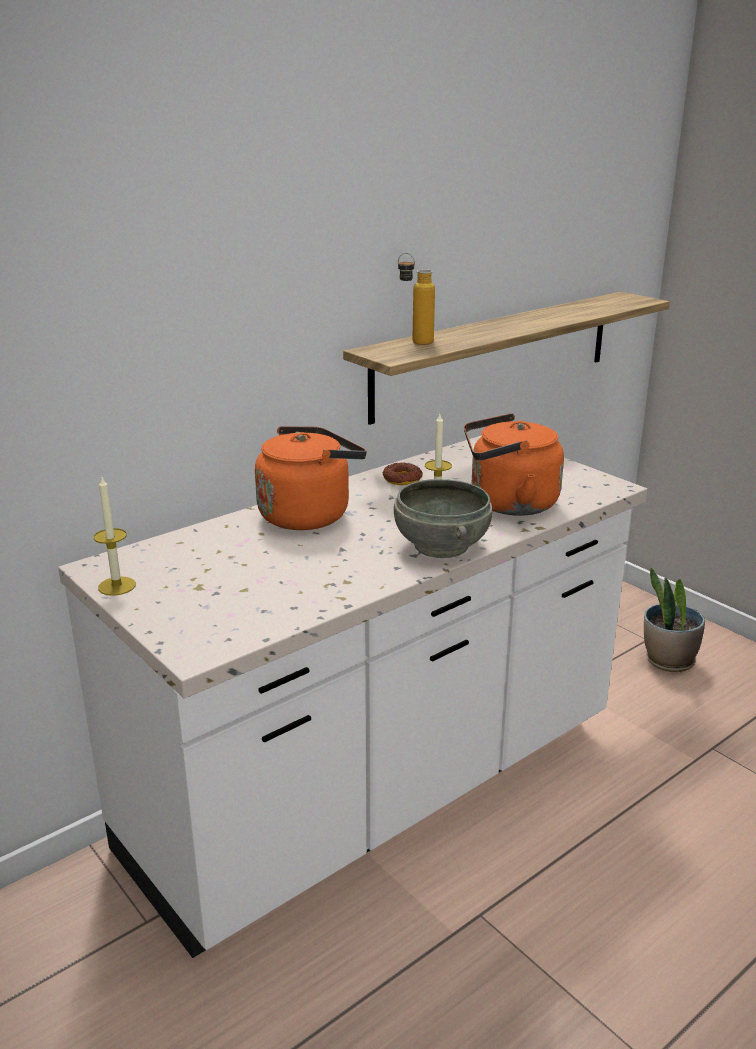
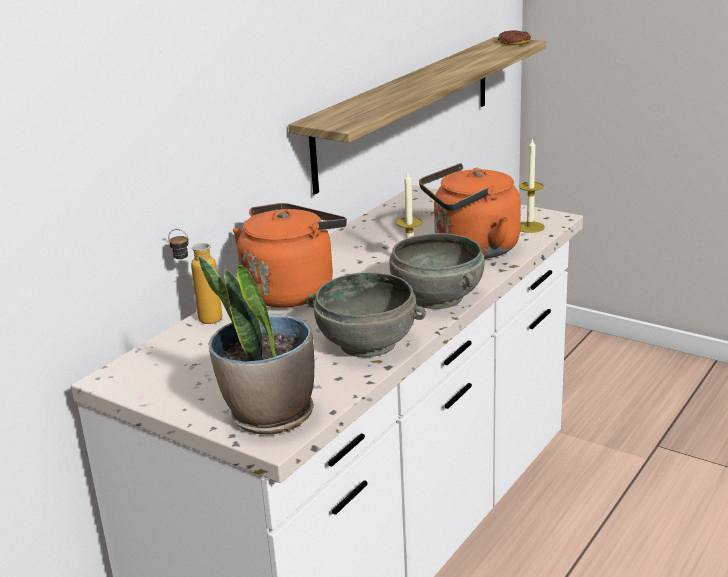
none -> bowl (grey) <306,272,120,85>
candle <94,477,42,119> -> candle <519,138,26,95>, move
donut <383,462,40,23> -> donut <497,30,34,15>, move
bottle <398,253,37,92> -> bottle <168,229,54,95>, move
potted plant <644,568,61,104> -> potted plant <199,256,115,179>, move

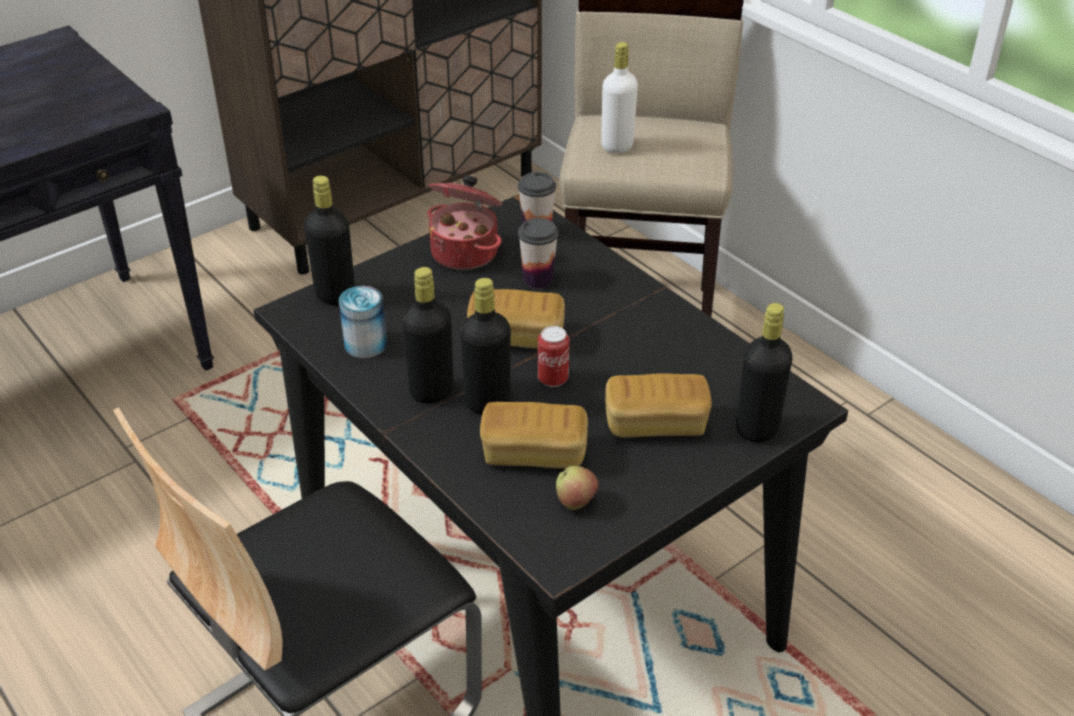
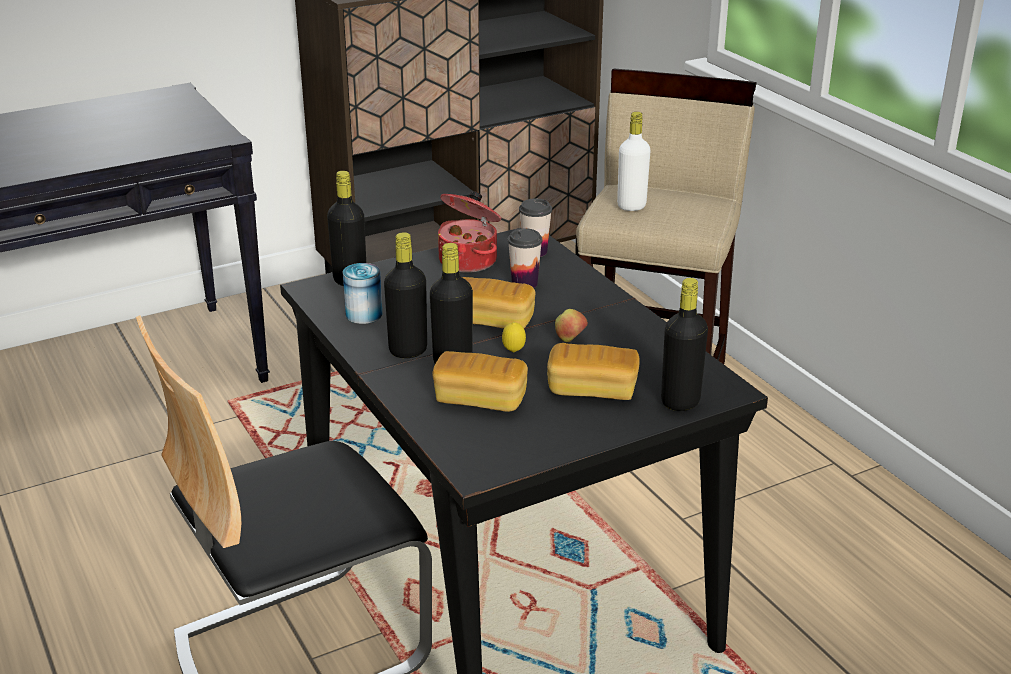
apple <556,466,42,44> -> apple <555,309,33,33>, move
can <538,326,31,61> -> lemon <502,322,24,30>

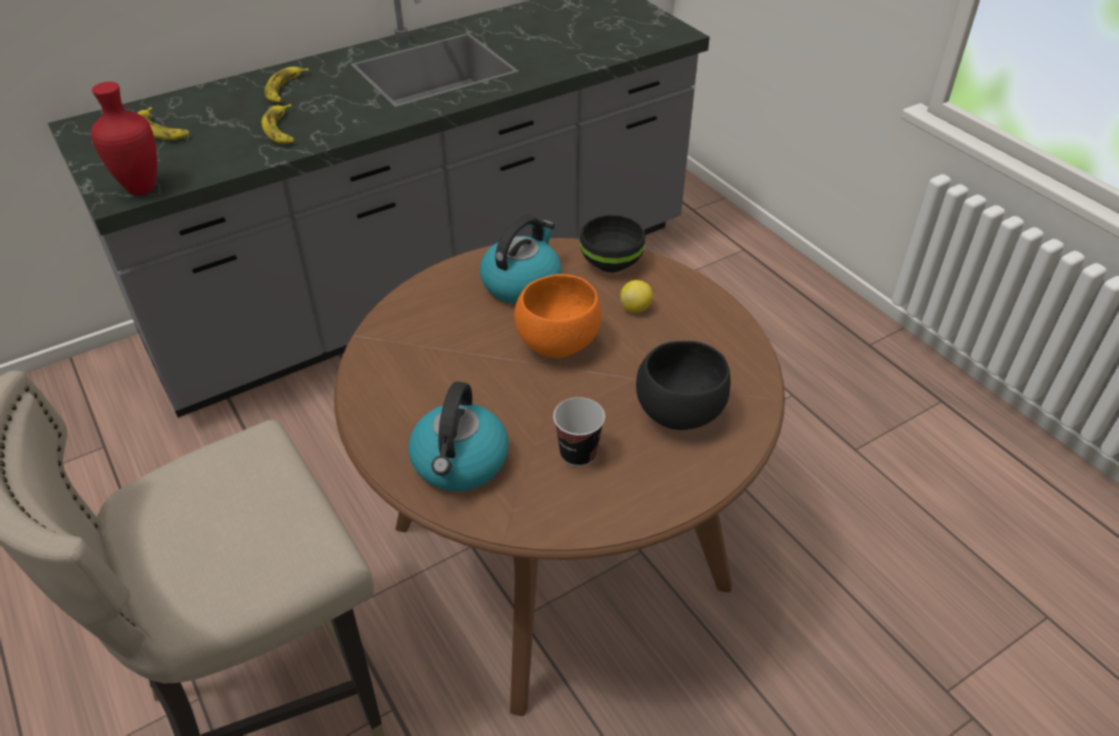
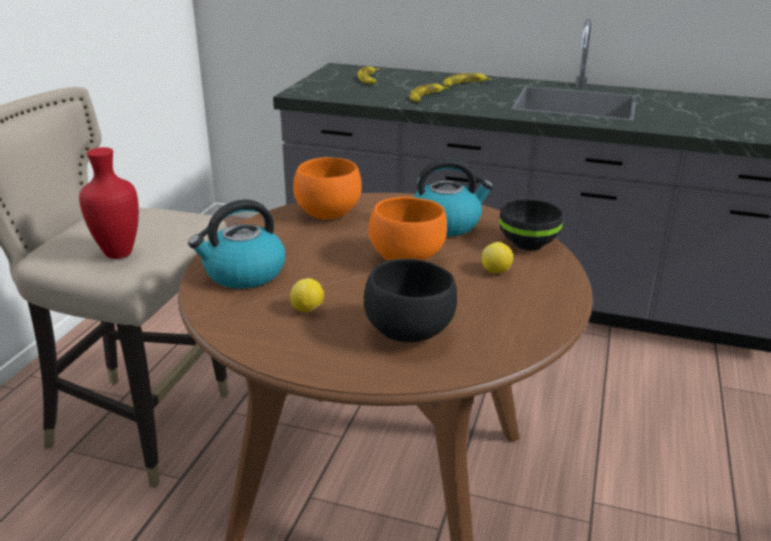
none -> bowl (orange) <293,157,69,63>
vase (red) <91,82,66,114> -> vase (red) <79,147,60,112>, move
cup <553,397,52,70> -> lemon <290,278,34,34>

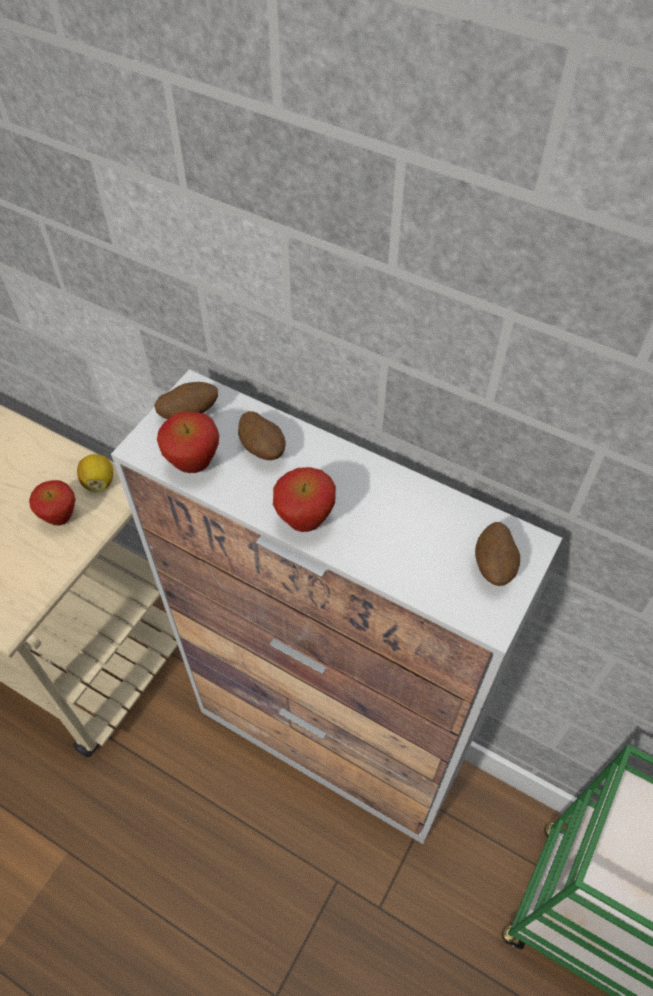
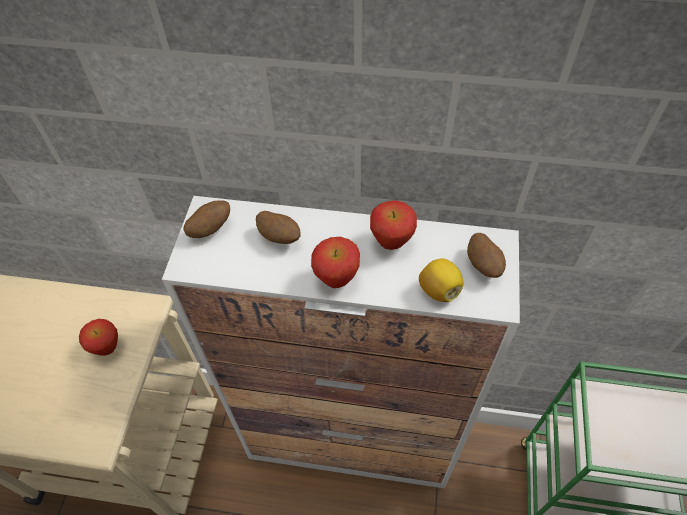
lemon <77,454,36,38> -> lemon <419,258,44,44>, move
apple <157,412,62,61> -> apple <370,200,47,50>, move

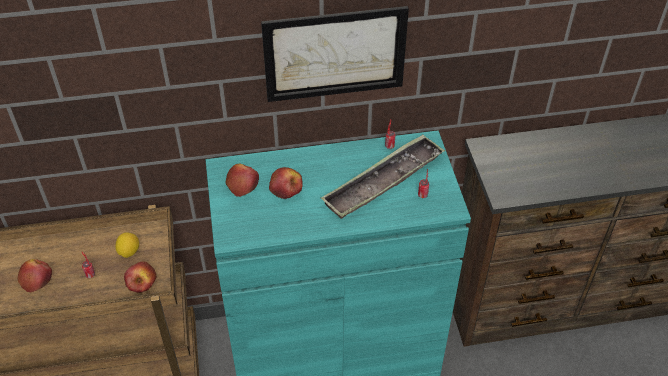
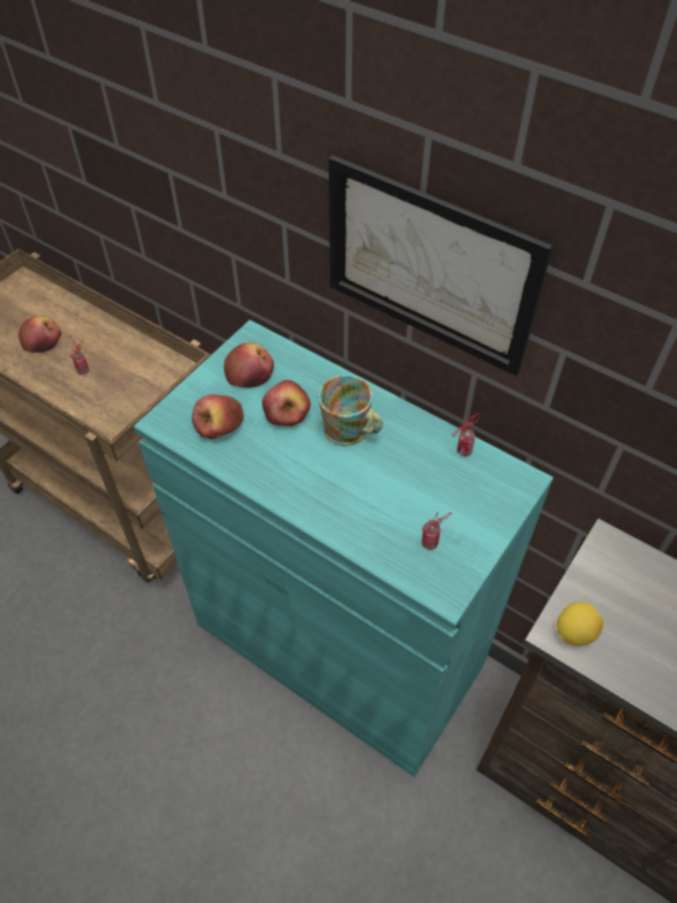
tray <320,134,125,85> -> none
none -> mug <318,375,65,71>
lemon <115,232,24,26> -> lemon <557,602,46,44>, move
apple <124,262,33,31> -> apple <192,394,52,45>, move

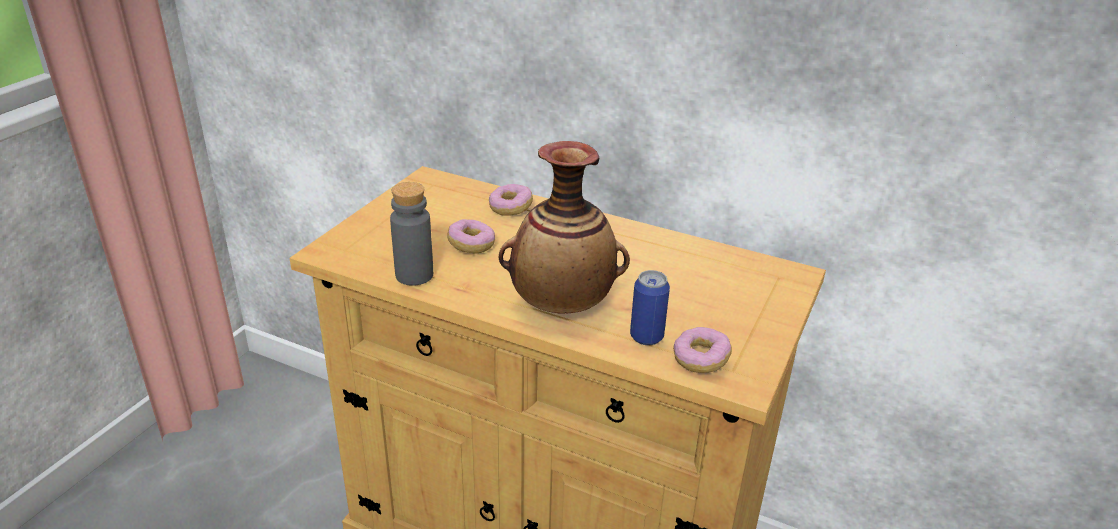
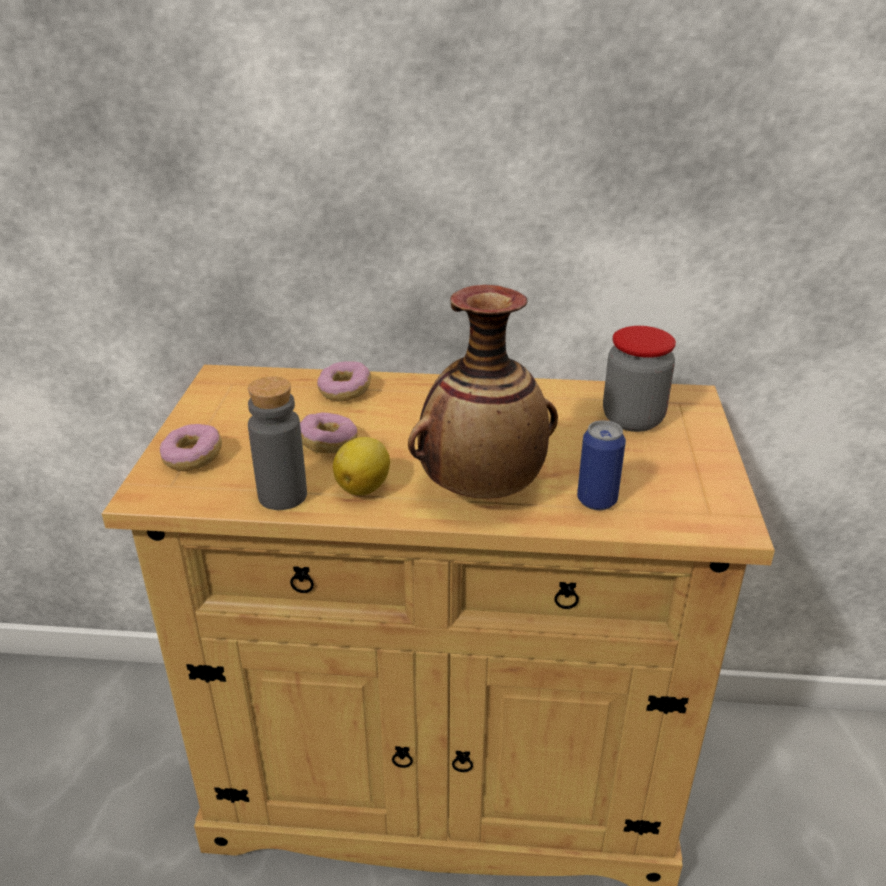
none -> lemon <333,437,57,59>
none -> jar <603,326,73,106>
donut <673,327,59,46> -> donut <160,424,62,47>, move

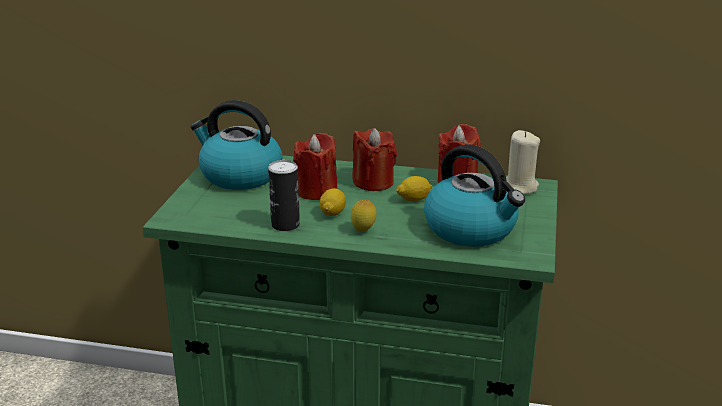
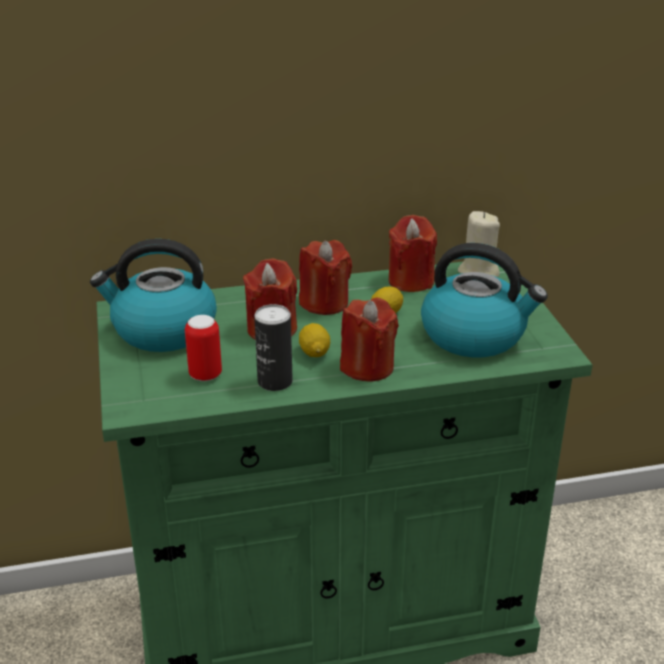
none -> can <185,315,37,66>
lemon <351,199,26,33> -> candle (red) <340,297,59,85>

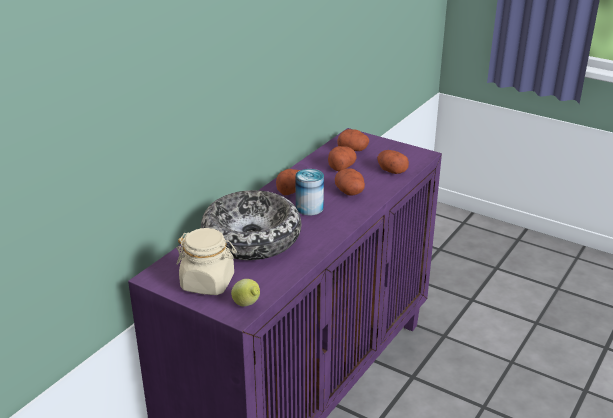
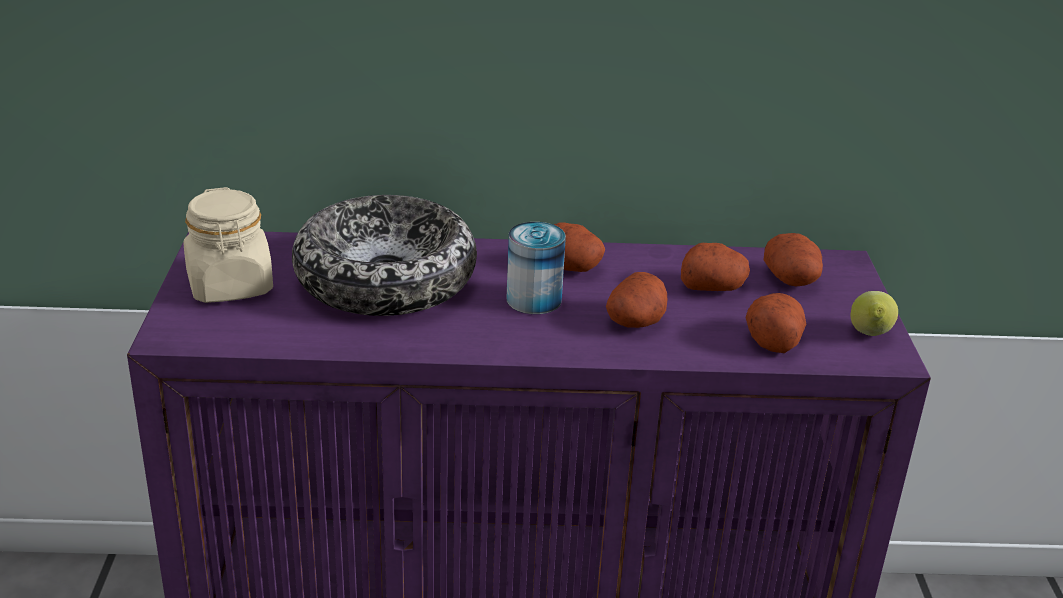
lemon <231,279,29,28> -> lemon <851,291,47,45>, move

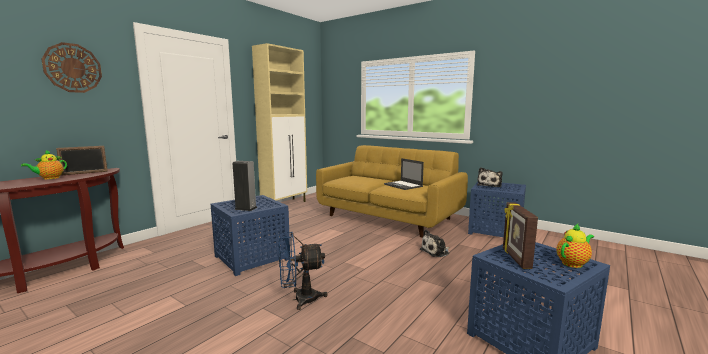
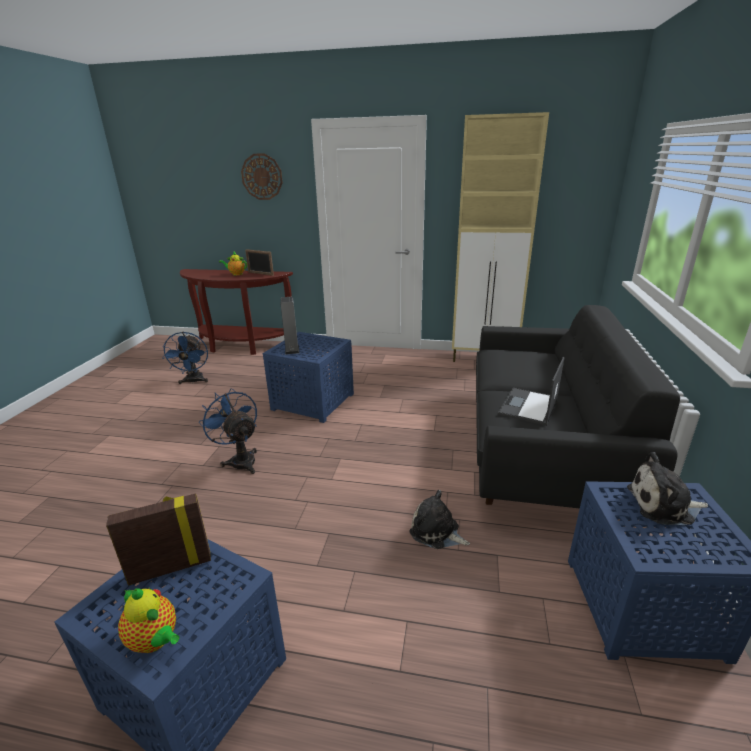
none -> fan (blue) <162,332,46,52>
sofa (yellow) <316,145,152,93> -> sofa (black) <476,305,204,216>

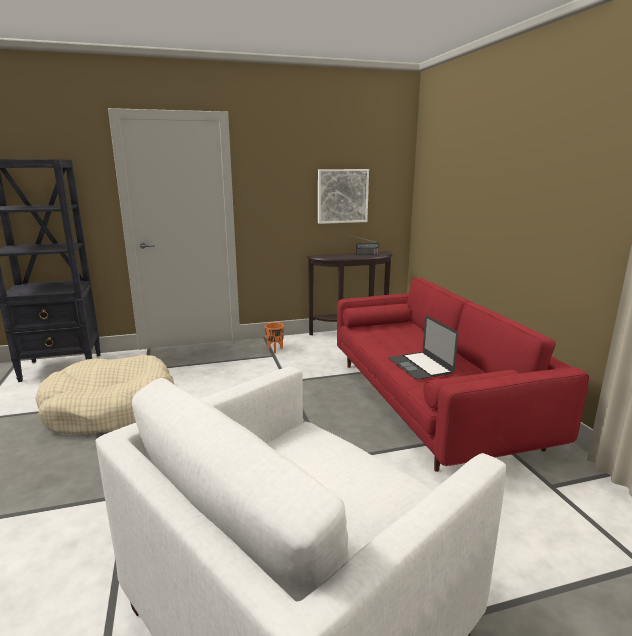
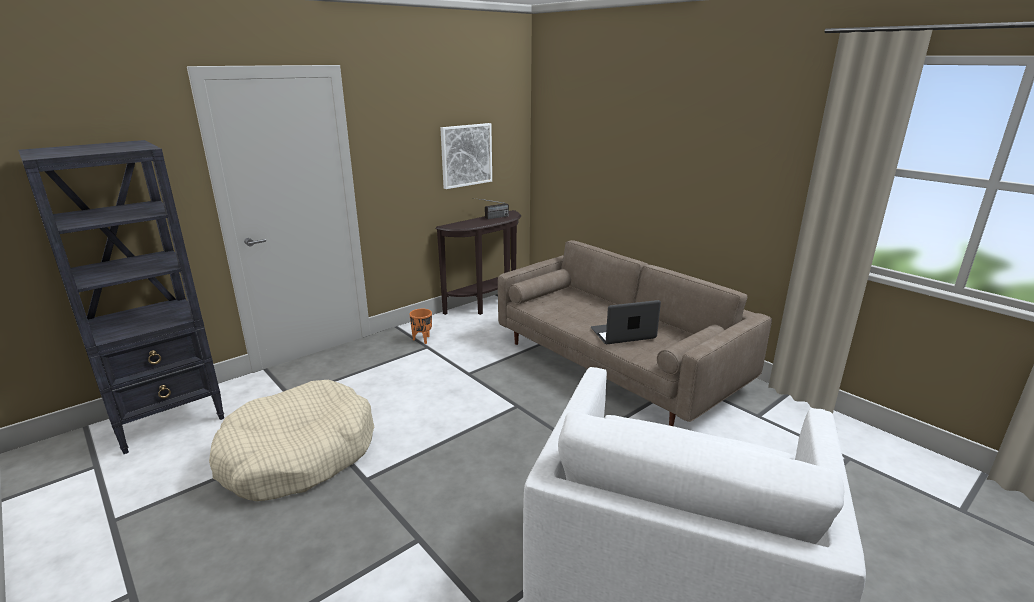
sofa (red) <337,277,252,195> -> sofa (beige) <498,240,274,186>
laptop <388,315,70,65> -> laptop <591,300,70,44>, 120 degrees clockwise

